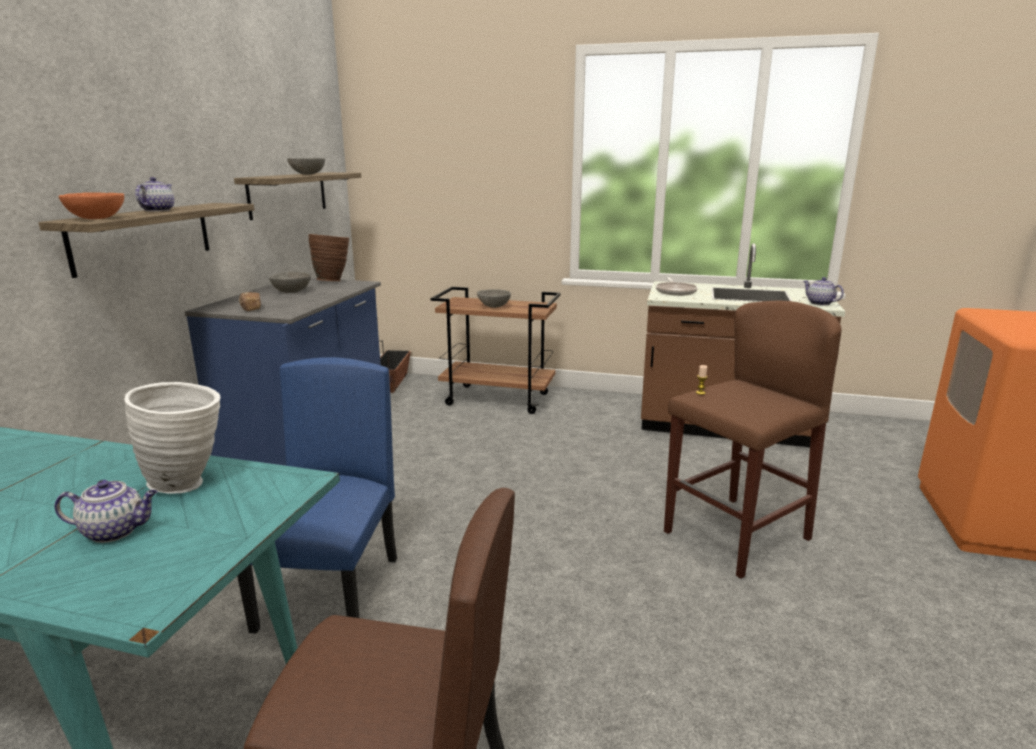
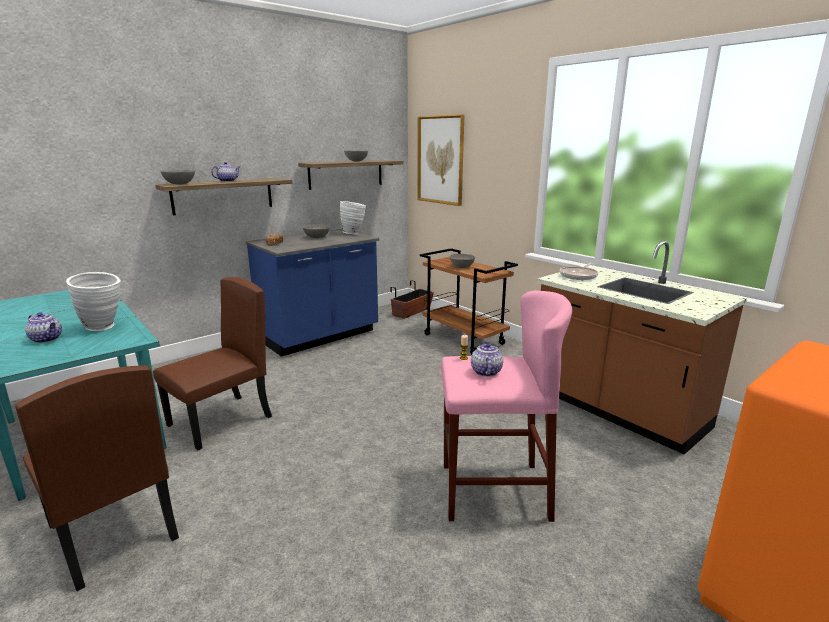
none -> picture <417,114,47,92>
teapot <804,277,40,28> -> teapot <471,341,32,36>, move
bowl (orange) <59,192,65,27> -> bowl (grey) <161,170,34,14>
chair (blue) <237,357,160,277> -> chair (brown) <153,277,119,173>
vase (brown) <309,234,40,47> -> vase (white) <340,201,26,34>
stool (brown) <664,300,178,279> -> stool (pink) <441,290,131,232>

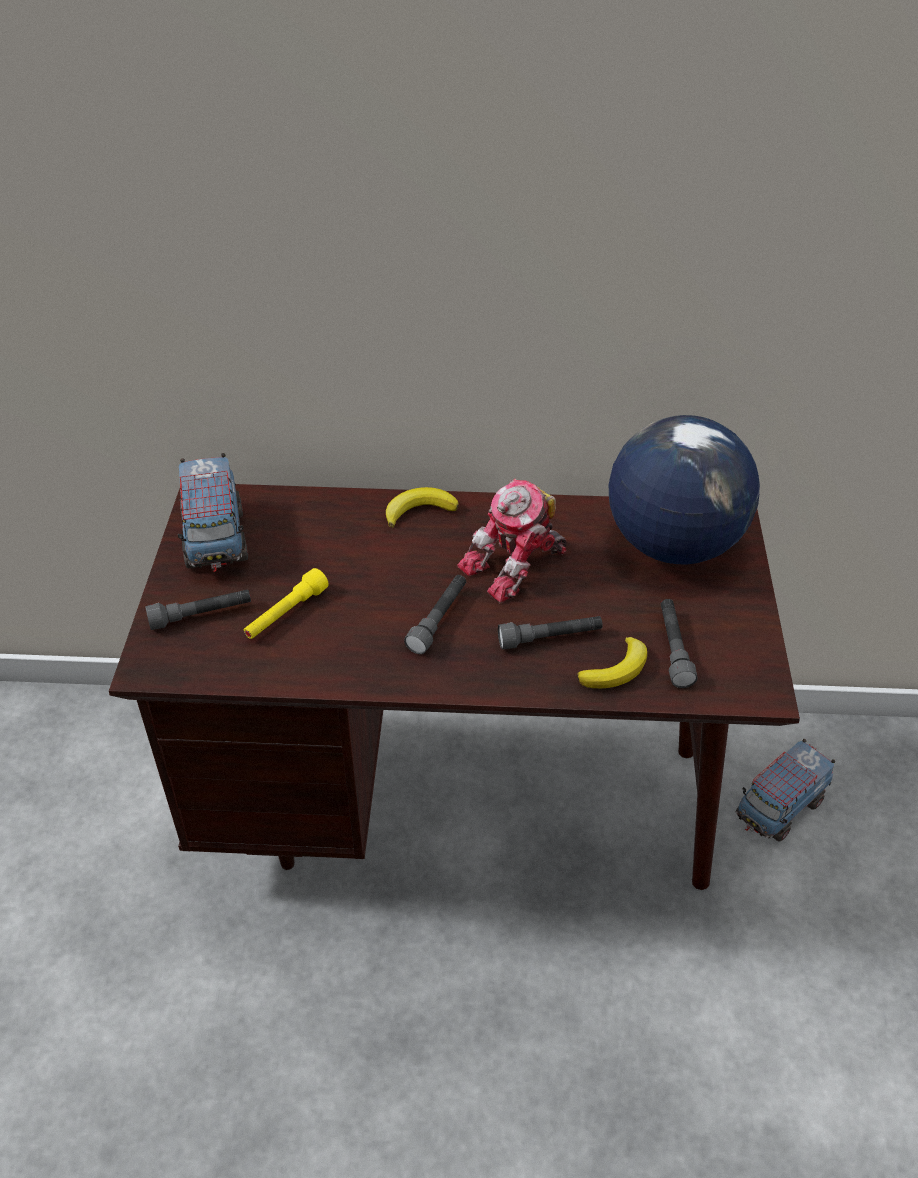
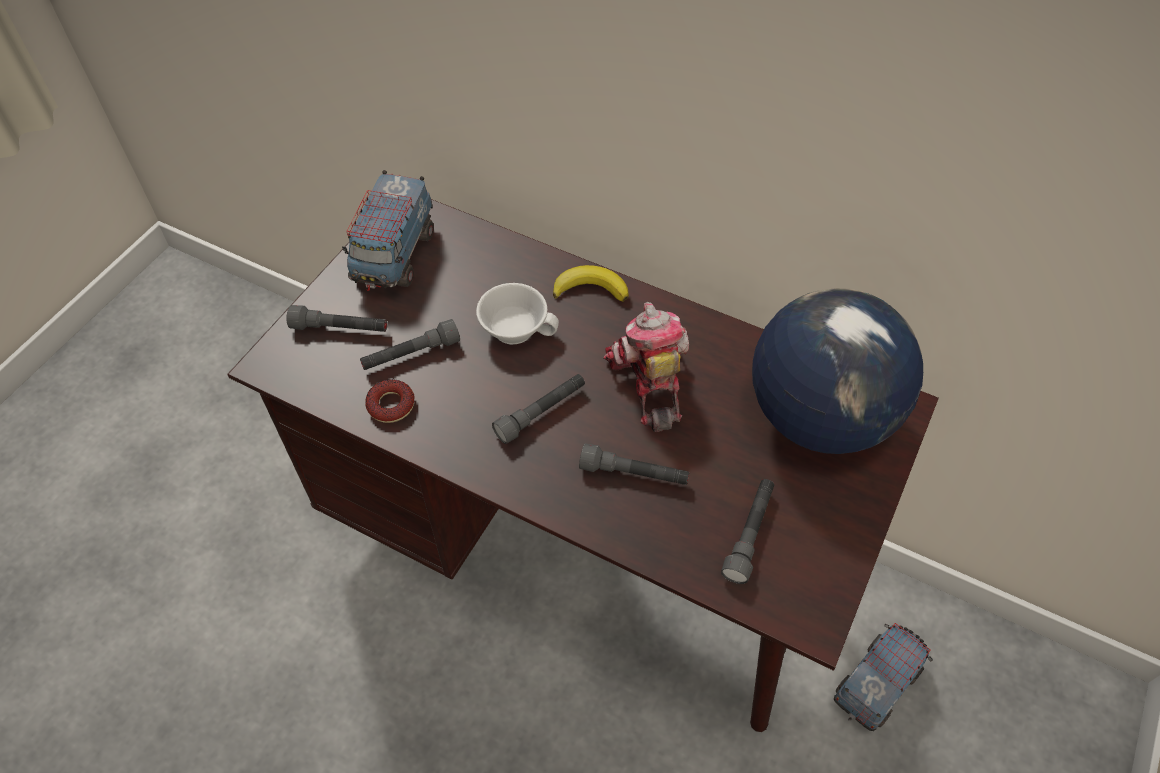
banana <577,637,70,51> -> none
none -> donut <365,379,49,44>
none -> cup (white) <476,283,83,61>
flashlight (yellow) <244,568,84,71> -> flashlight (grey) <360,319,100,51>
toy robot <457,478,110,126> -> toy robot <603,302,86,130>, 90 degrees clockwise
toy truck <736,739,99,103> -> toy truck <834,623,99,108>, 150 degrees clockwise

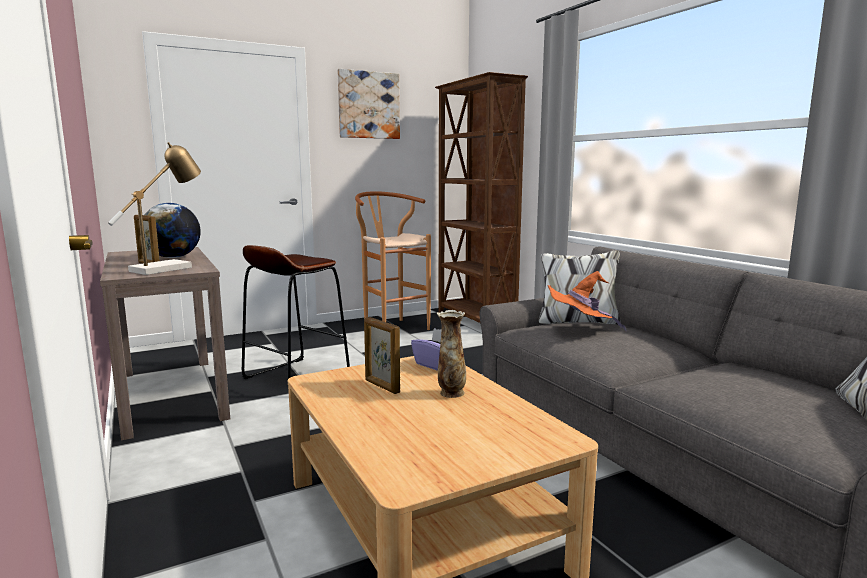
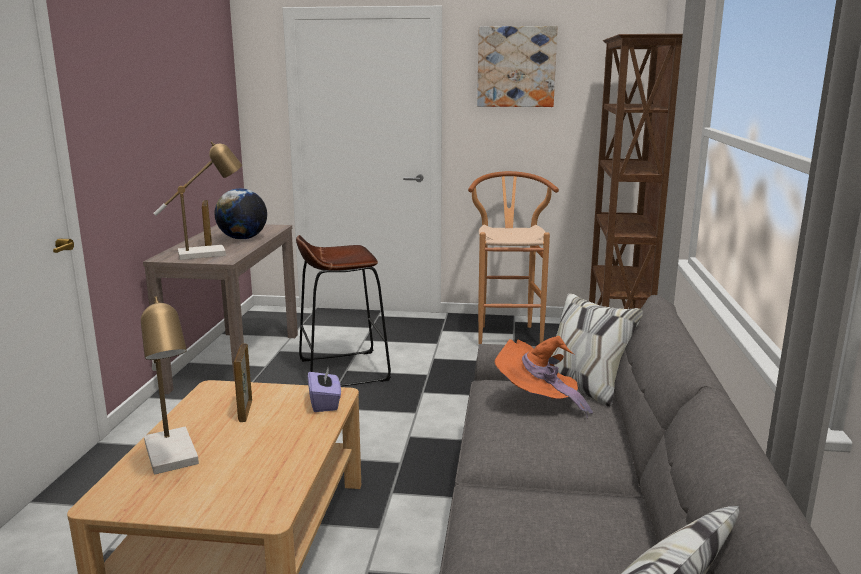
vase <437,310,29,88> -> none
none -> table lamp <141,296,58,179>

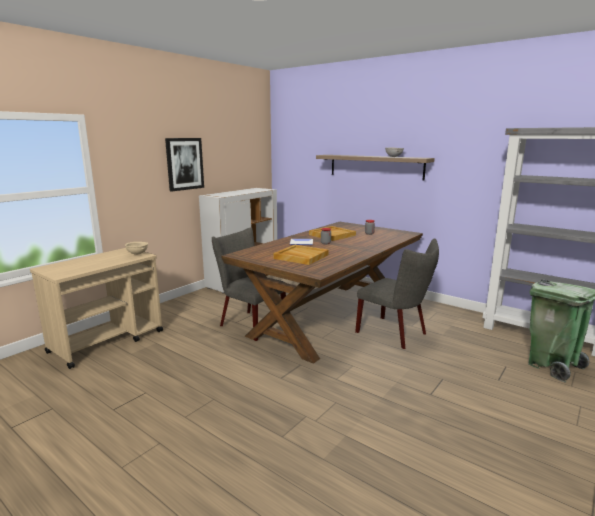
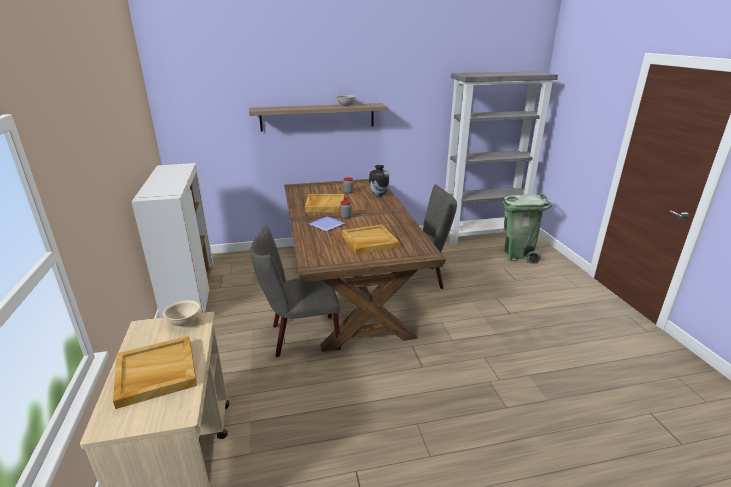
picture <165,138,39,54> -> none
none -> tray (beige) <113,336,84,73>
none -> vase <369,165,20,32>

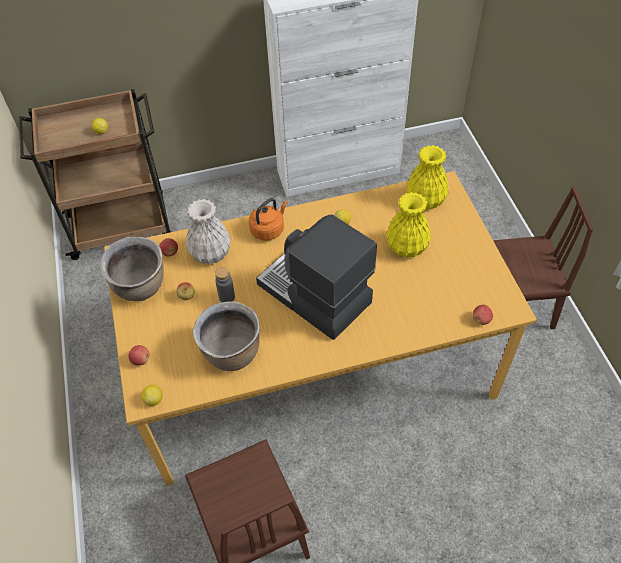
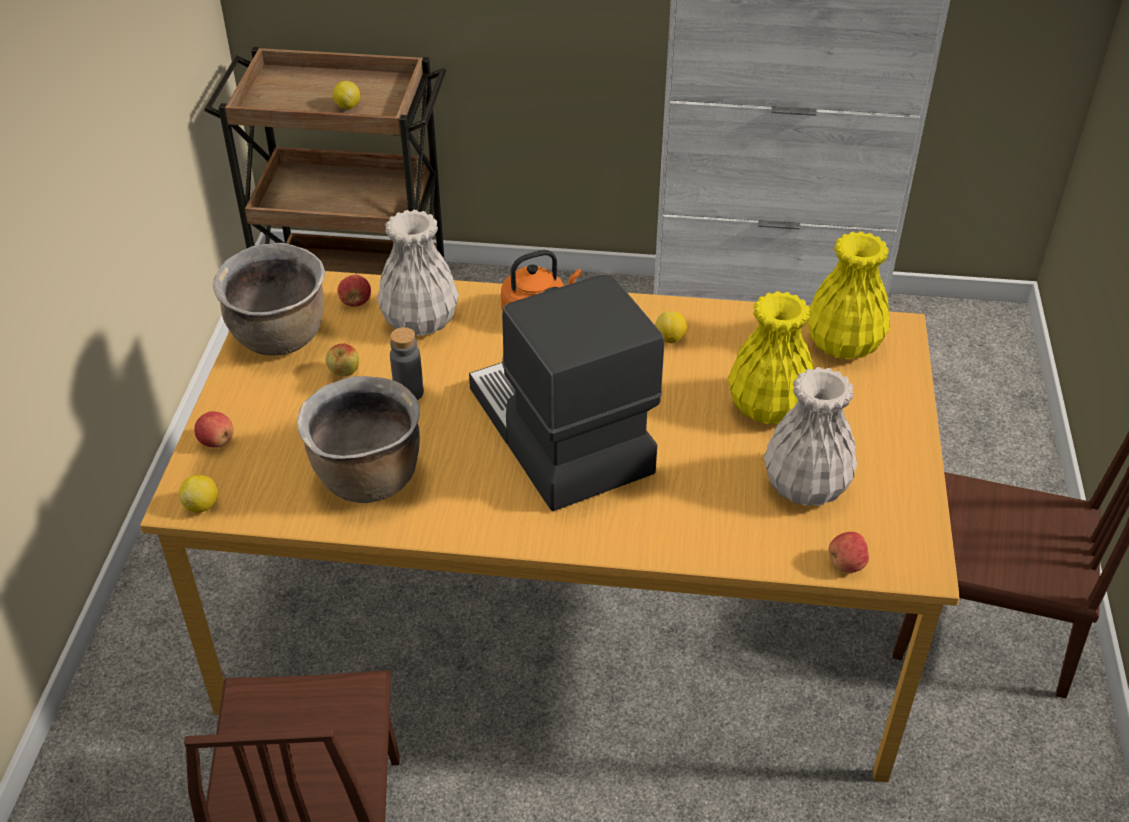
none -> vase (white) <764,367,93,139>

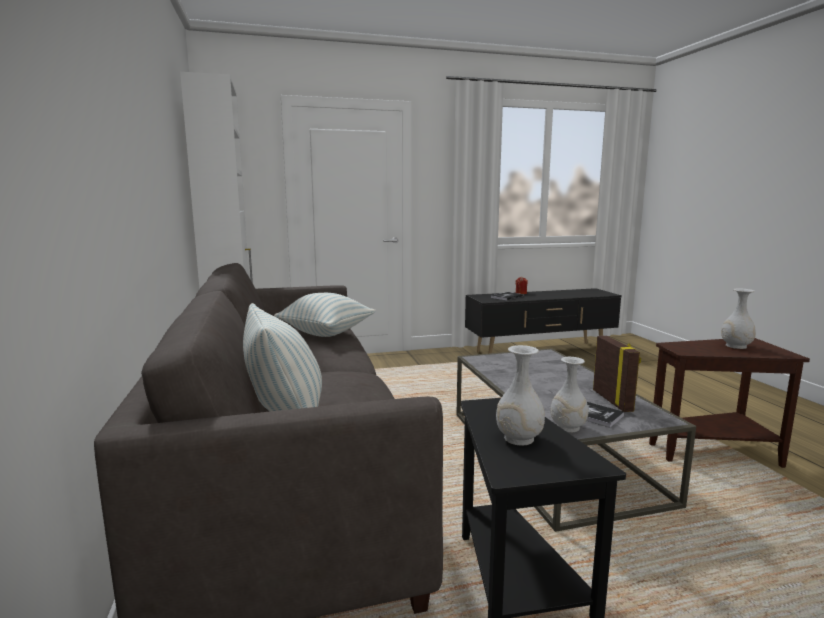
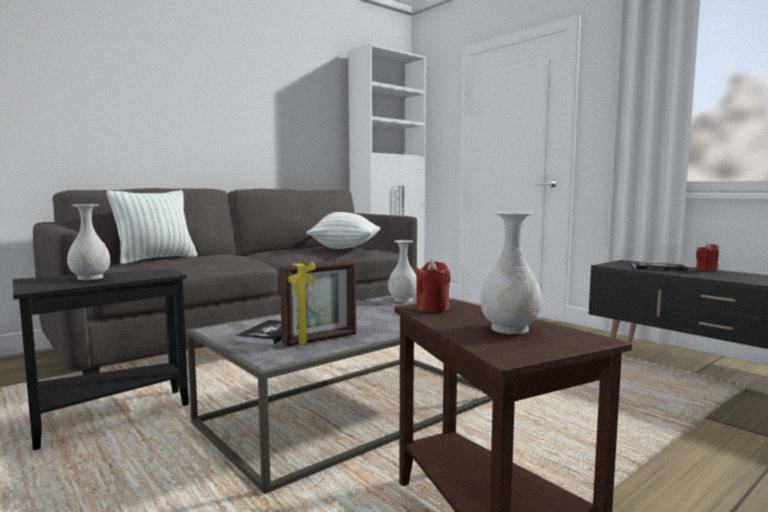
none -> candle (red) <416,259,34,53>
vase (white) <550,357,39,75> -> vase (white) <388,240,29,62>, move

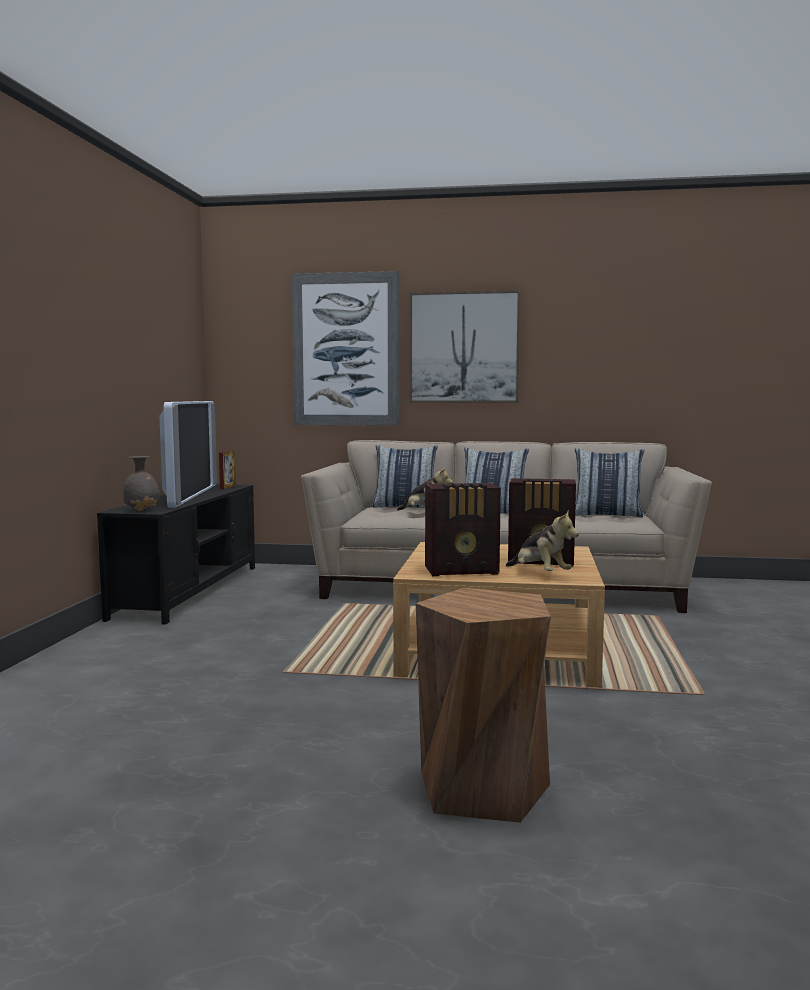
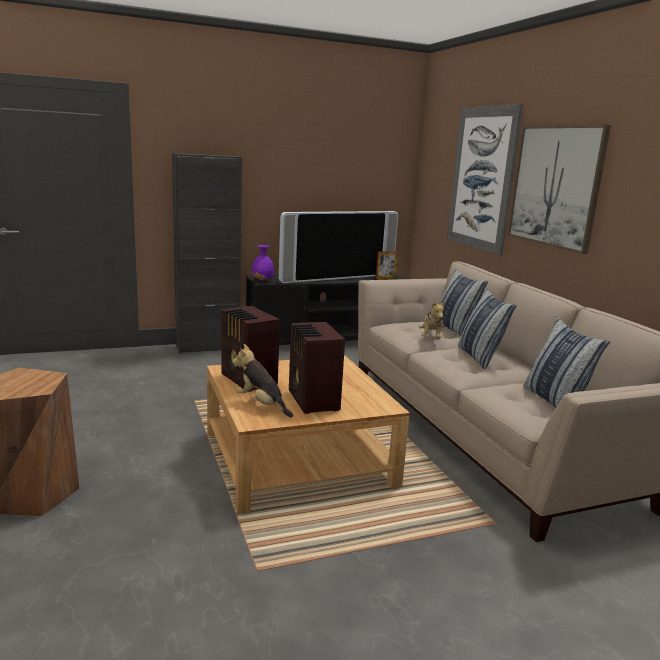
none -> cabinet (black) <172,153,70,201>
vase (grey) <123,456,37,55> -> vase (purple) <252,245,22,36>
plush toy <506,510,73,61> -> plush toy <233,344,60,73>, 105 degrees clockwise

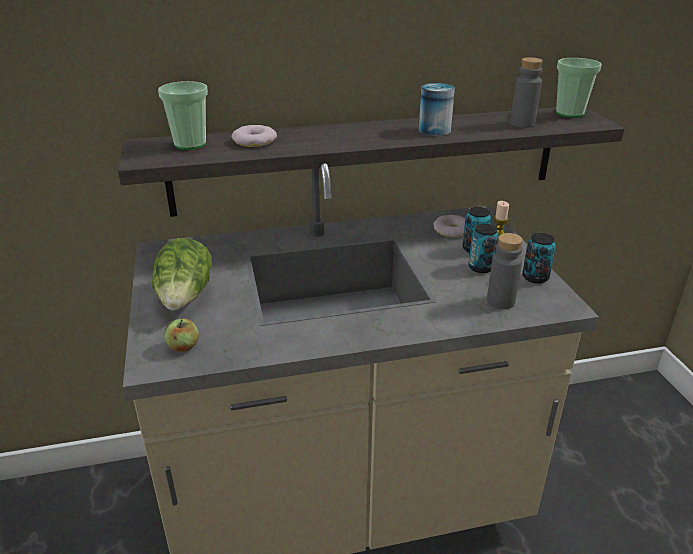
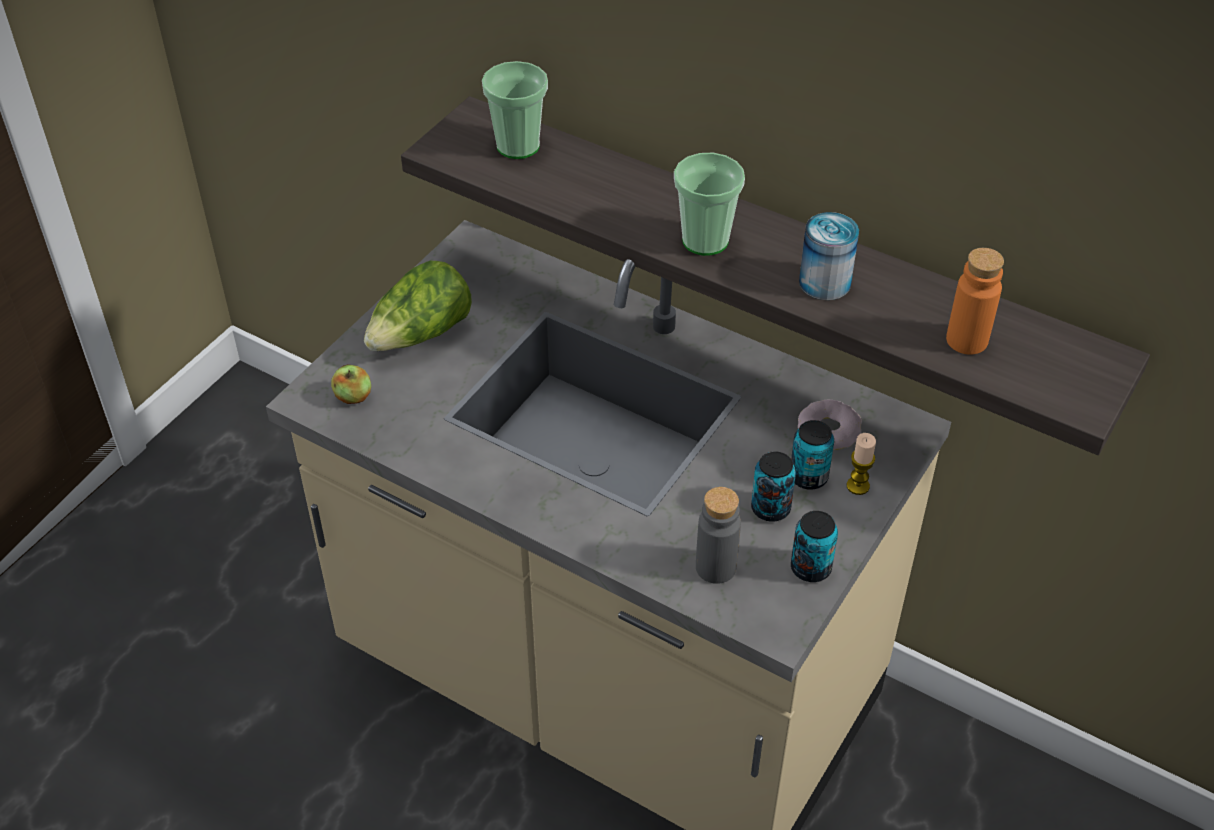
donut <231,125,46,22> -> none
cup <556,58,46,60> -> cup <674,153,71,103>, move
bottle (grey) <511,57,32,71> -> bottle (orange) <946,248,58,107>

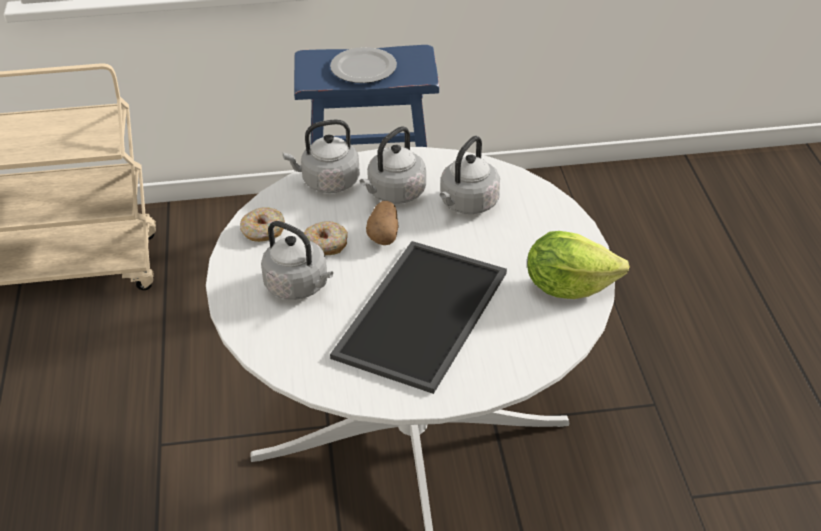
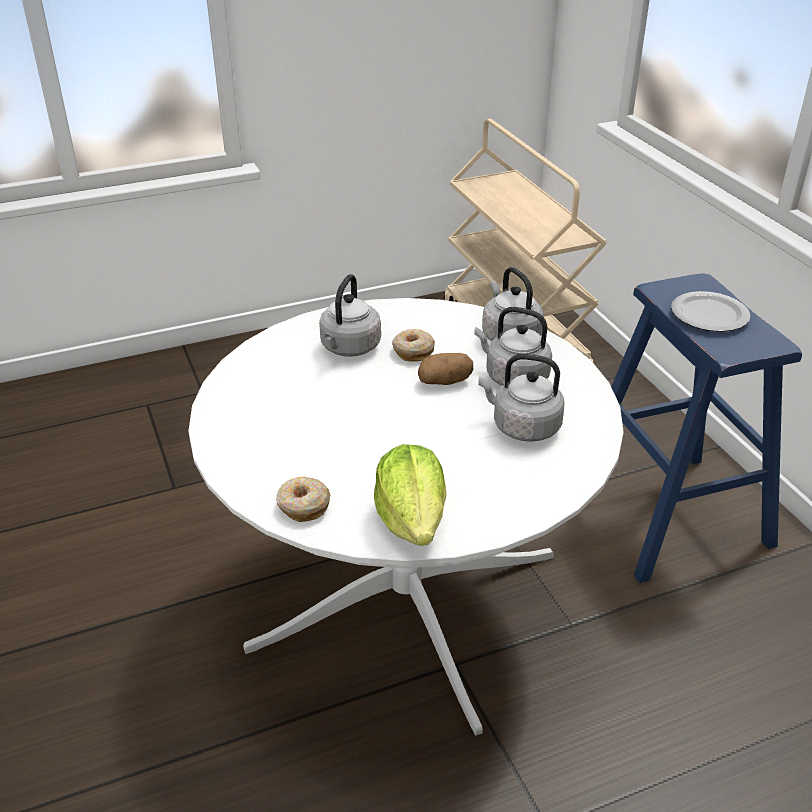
tray <330,241,177,153> -> none
donut <240,207,45,35> -> donut <276,477,54,45>, move

